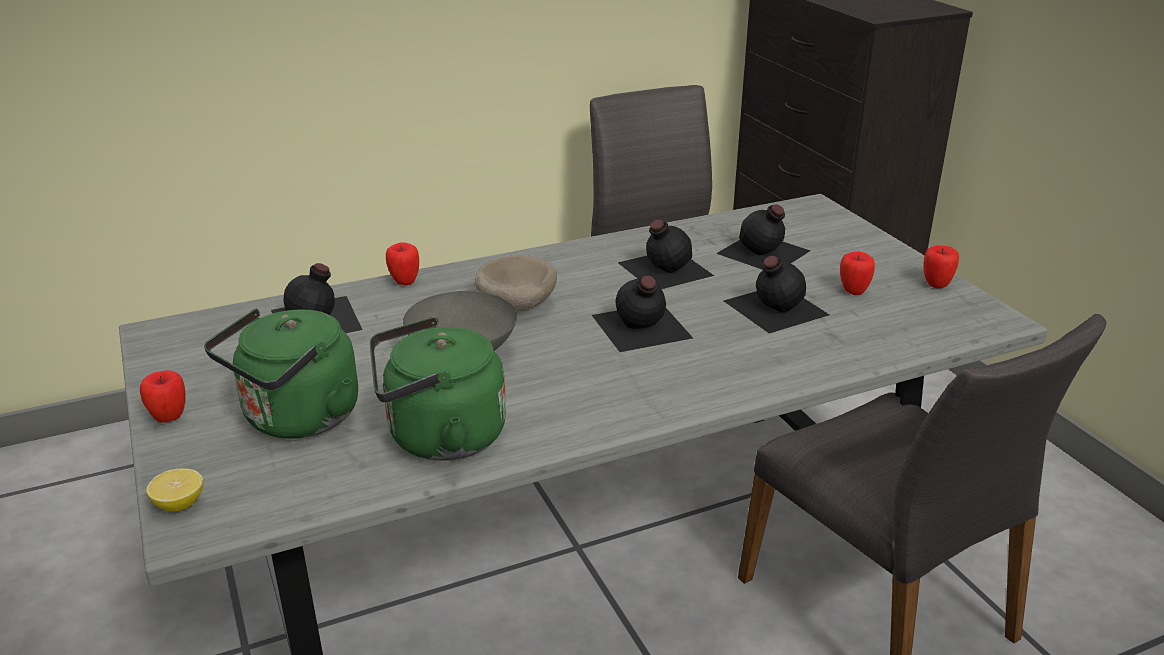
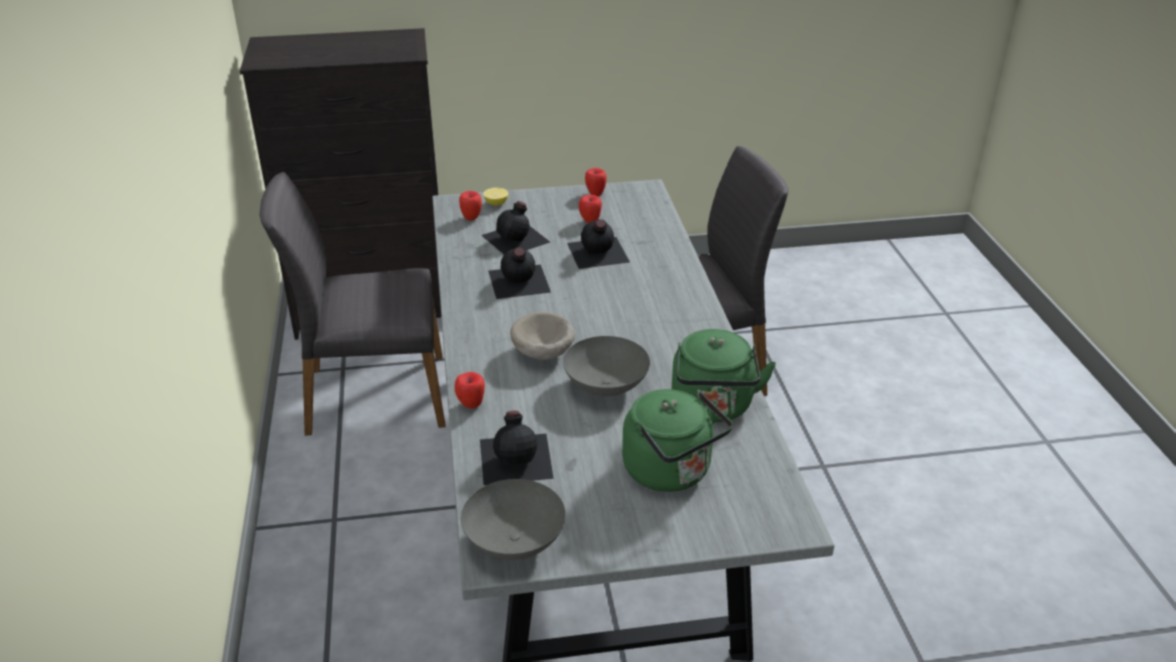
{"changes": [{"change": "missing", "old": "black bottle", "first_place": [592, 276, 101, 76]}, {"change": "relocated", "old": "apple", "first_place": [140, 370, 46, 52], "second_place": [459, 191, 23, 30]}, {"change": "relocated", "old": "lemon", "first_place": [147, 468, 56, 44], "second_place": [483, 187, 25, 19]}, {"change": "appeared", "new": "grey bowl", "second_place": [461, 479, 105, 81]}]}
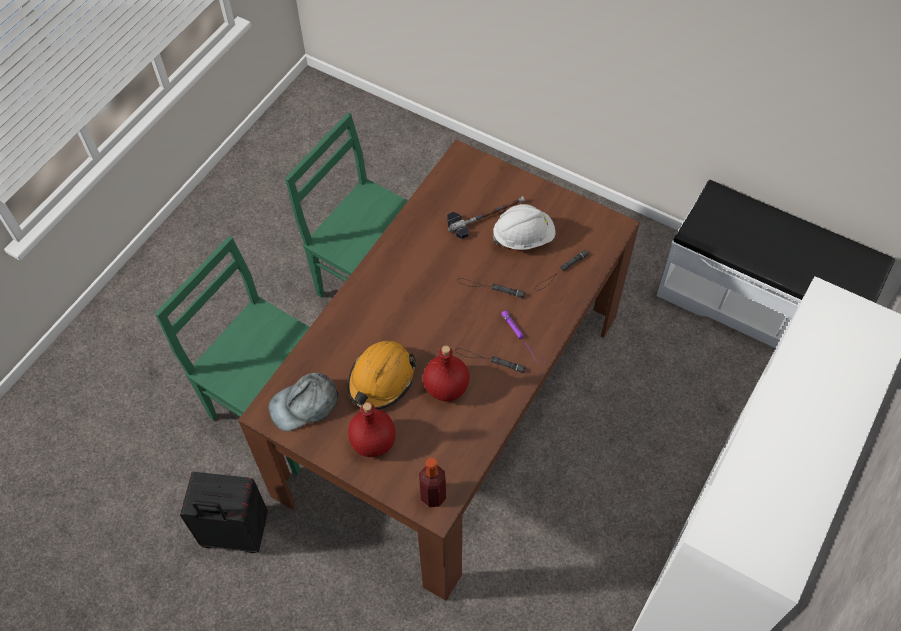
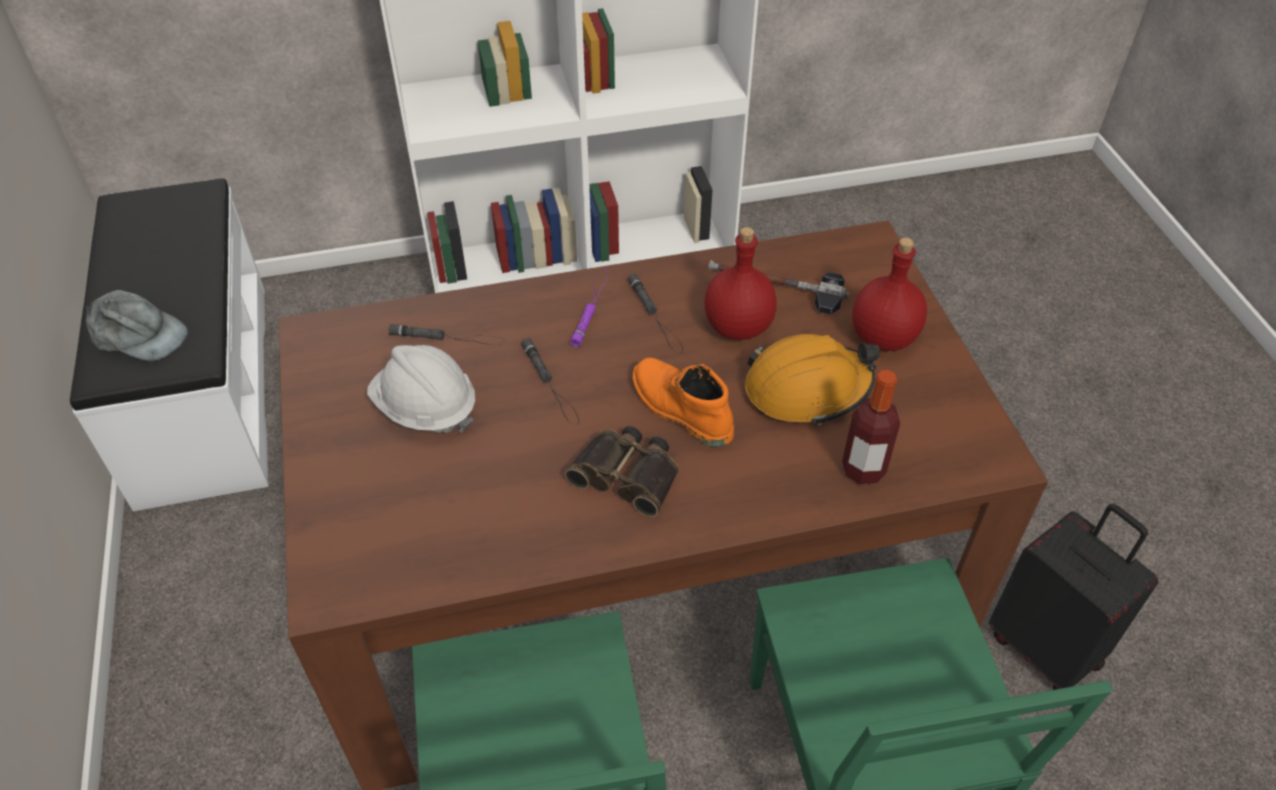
{"changes": [{"change": "relocated", "old": "hammer", "first_place": [447, 196, 78, 43], "second_place": [708, 260, 141, 55]}, {"change": "relocated", "old": "grey cap", "first_place": [269, 373, 70, 58], "second_place": [86, 290, 102, 71]}, {"change": "relocated", "old": "bottle", "first_place": [419, 458, 27, 49], "second_place": [842, 370, 58, 115]}, {"change": "appeared", "new": "orange boot", "second_place": [633, 358, 101, 89]}, {"change": "appeared", "new": "binoculars", "second_place": [565, 426, 114, 91]}]}
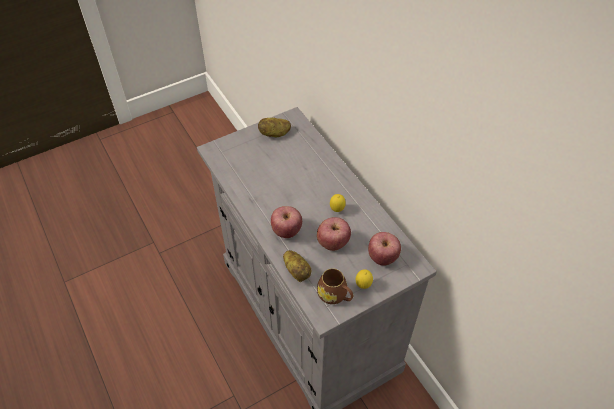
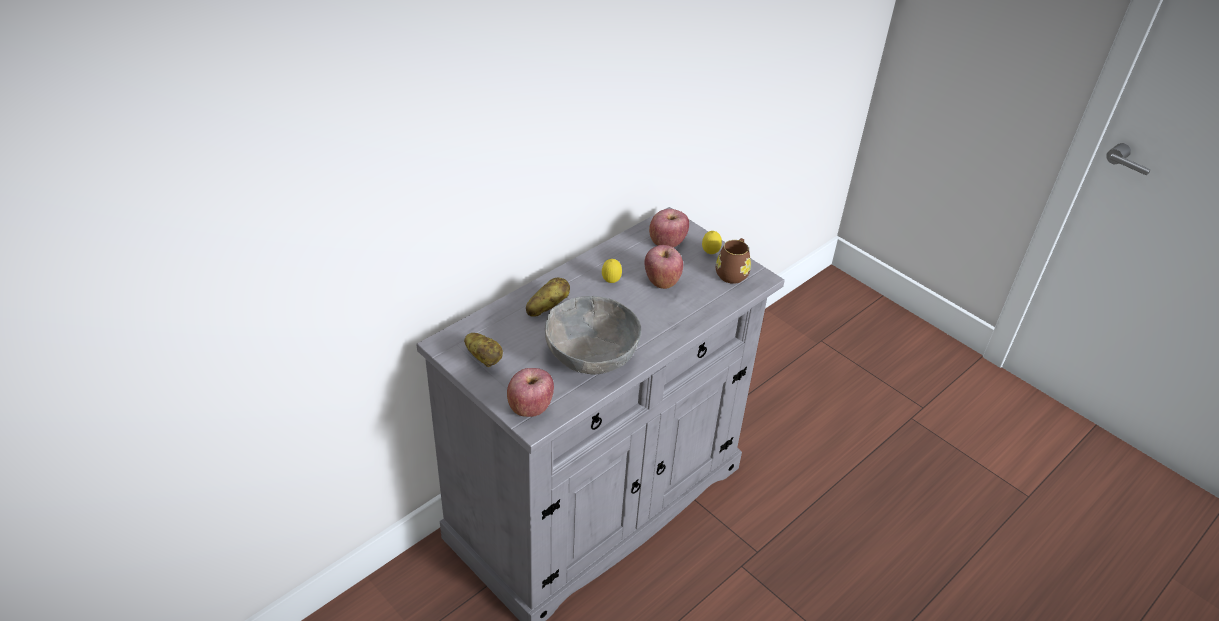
{"changes": [{"change": "relocated", "old": "apple", "first_place": [271, 206, 31, 32], "second_place": [507, 368, 47, 49]}, {"change": "relocated", "old": "potato", "first_place": [283, 250, 28, 32], "second_place": [526, 278, 44, 39]}, {"change": "appeared", "new": "grey bowl", "second_place": [545, 296, 96, 79]}]}
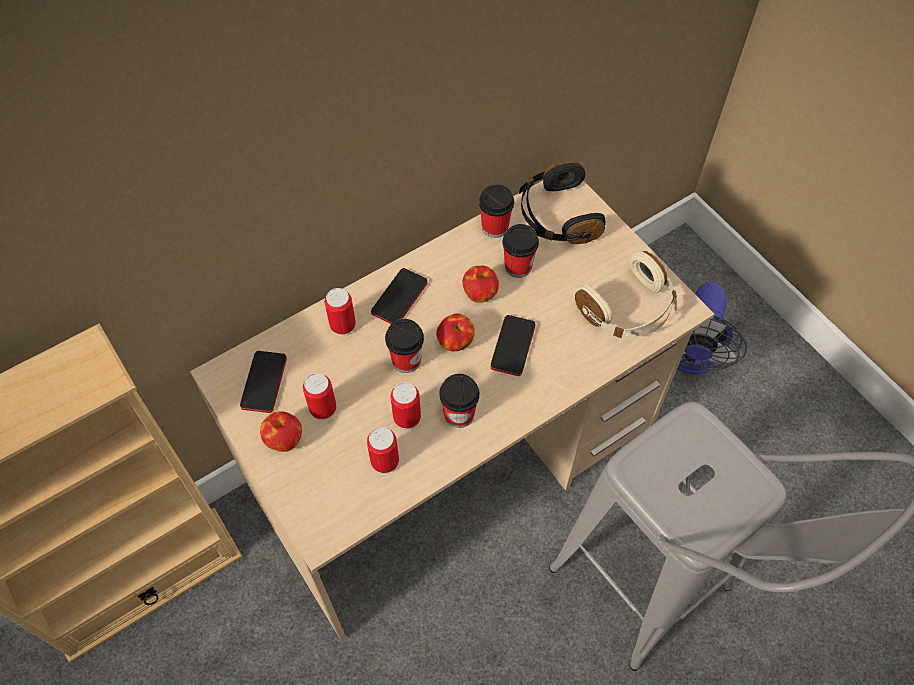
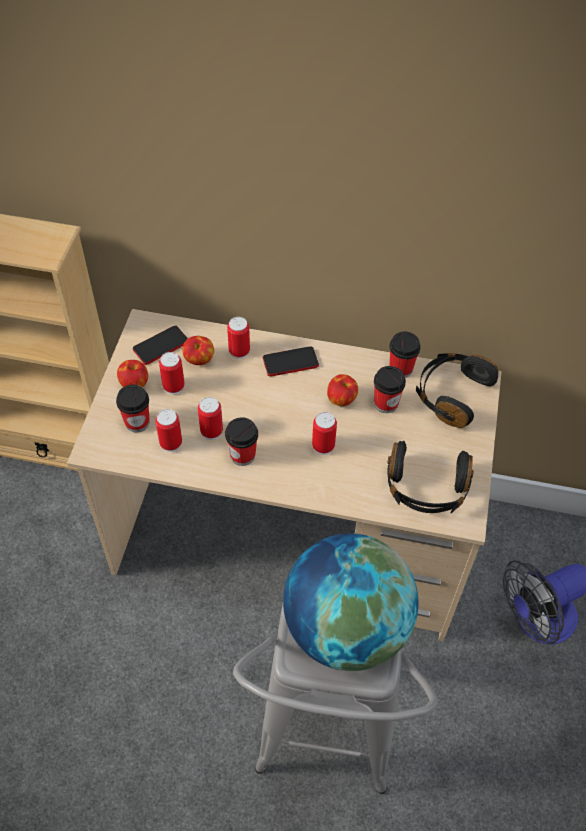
{"changes": [{"change": "colour", "old": "beige headphones", "new": "black headphones", "first_place": [575, 251, 103, 89], "second_place": [387, 441, 87, 73]}, {"change": "relocated", "old": "apple", "first_place": [436, 314, 39, 37], "second_place": [182, 336, 32, 29]}, {"change": "exchanged", "old": "phone", "new": "can", "first_place": [490, 315, 45, 61], "second_place": [312, 412, 25, 43]}, {"change": "relocated", "old": "cup", "first_place": [385, 319, 39, 54], "second_place": [116, 384, 33, 48]}, {"change": "appeared", "new": "globe", "second_place": [283, 533, 135, 138]}]}
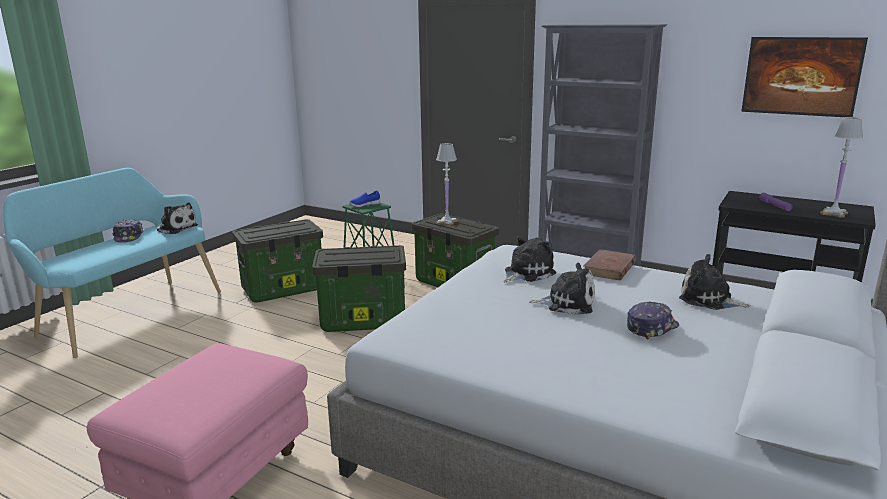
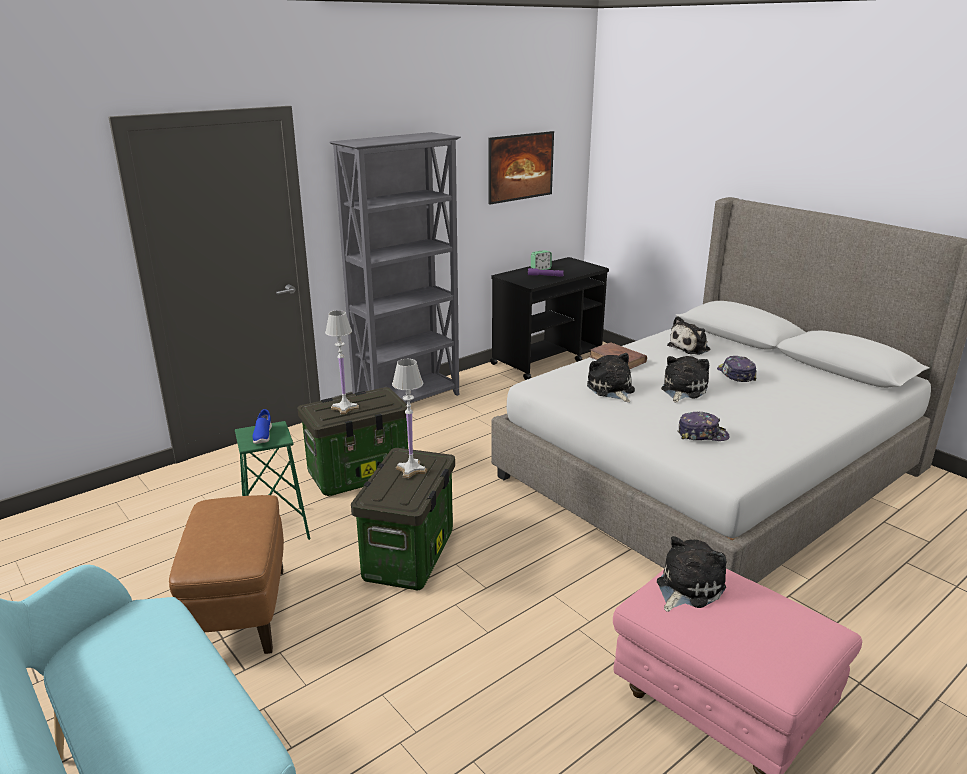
{"changes": [{"change": "relocated", "old": "white table lamp", "first_place": [820, 117, 44, 101], "second_place": [392, 359, 36, 119]}, {"change": "relocated", "old": "plush toy", "first_place": [155, 202, 43, 32], "second_place": [657, 536, 69, 76]}, {"change": "relocated", "old": "cap", "first_place": [112, 219, 32, 23], "second_place": [677, 412, 53, 29]}, {"change": "exchanged", "old": "storage box", "new": "brown ottoman", "first_place": [232, 219, 91, 84], "second_place": [169, 495, 115, 159]}, {"change": "appeared", "new": "alarm clock", "second_place": [531, 250, 21, 20]}]}
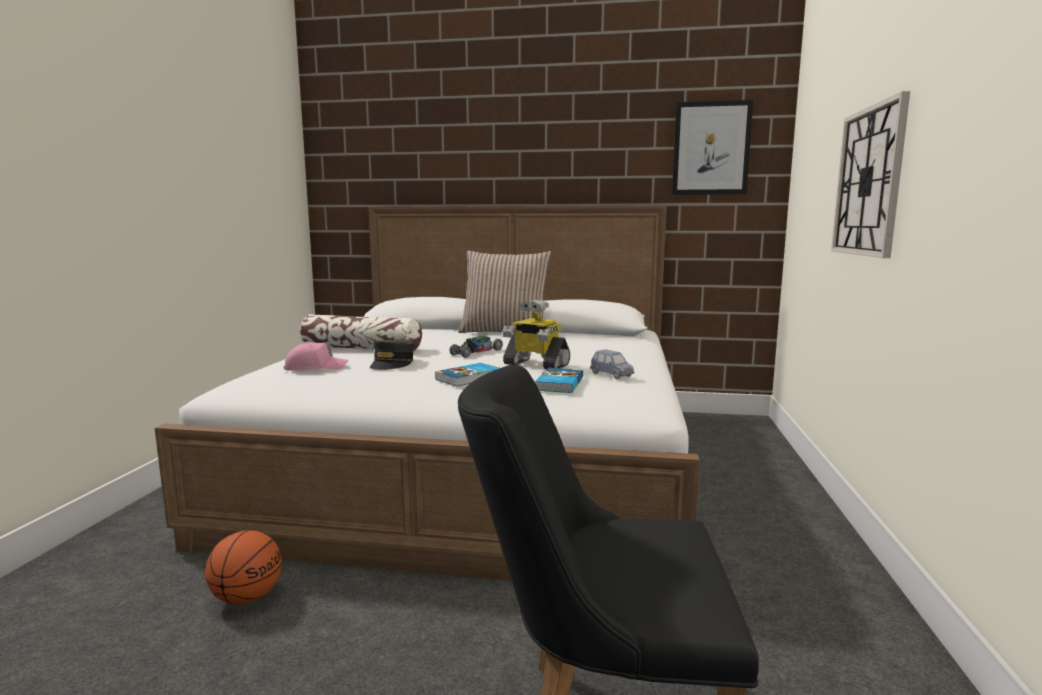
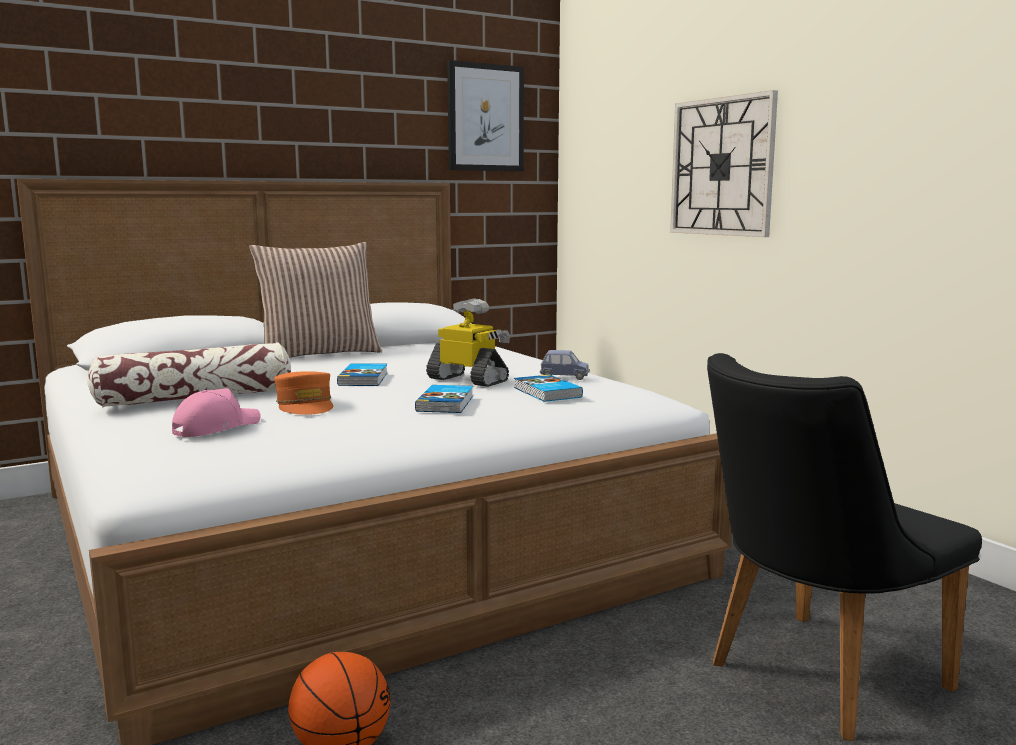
{"changes": [{"change": "spun", "old": "toy robot", "first_place": [502, 300, 68, 69], "second_place": [426, 298, 84, 89], "degrees": -135}, {"change": "exchanged", "old": "toy car", "new": "book", "first_place": [450, 336, 53, 22], "second_place": [337, 364, 51, 22]}, {"change": "colour", "old": "grey cap", "new": "orange cap", "first_place": [370, 339, 45, 31], "second_place": [274, 371, 59, 44]}]}
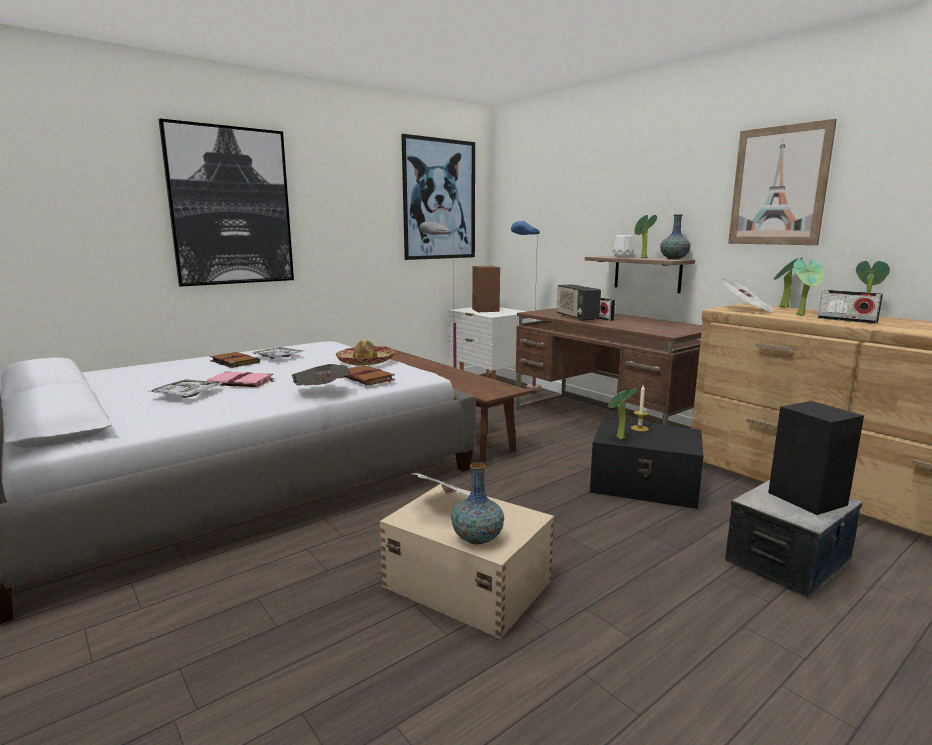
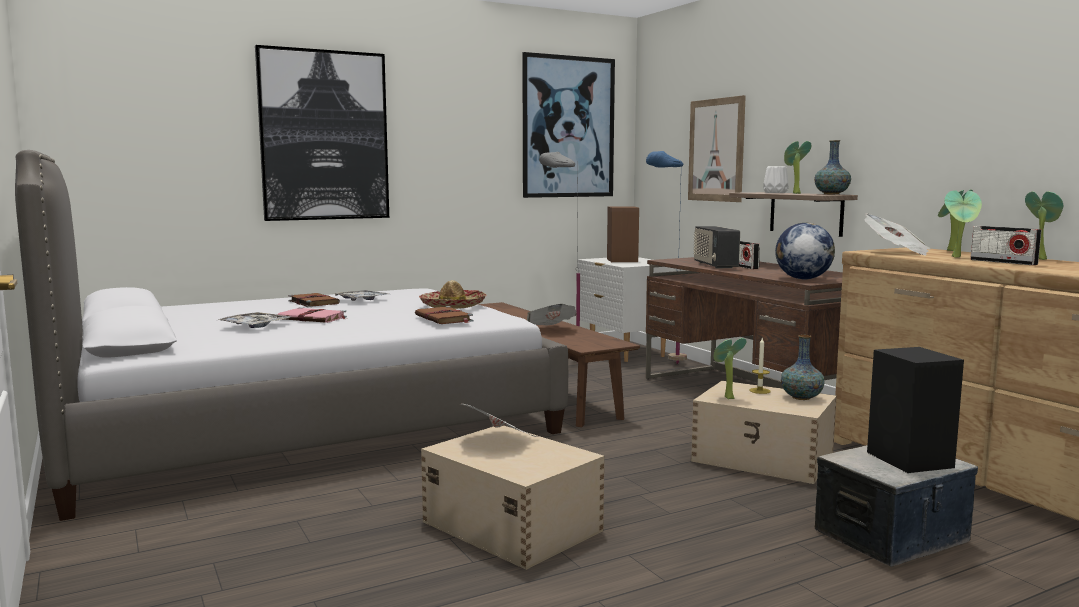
{"changes": [{"change": "relocated", "old": "picture", "first_place": [728, 119, 109, 126], "second_place": [688, 95, 58, 107]}, {"change": "relocated", "old": "newspaper", "first_place": [291, 364, 60, 22], "second_place": [527, 304, 50, 21]}, {"change": "colour", "old": "black storage box", "new": "beige storage box", "first_place": [590, 419, 114, 90], "second_place": [691, 381, 146, 103]}, {"change": "relocated", "old": "vase", "first_place": [451, 462, 53, 83], "second_place": [781, 335, 44, 65]}, {"change": "appeared", "new": "globe", "second_place": [775, 223, 60, 56]}]}
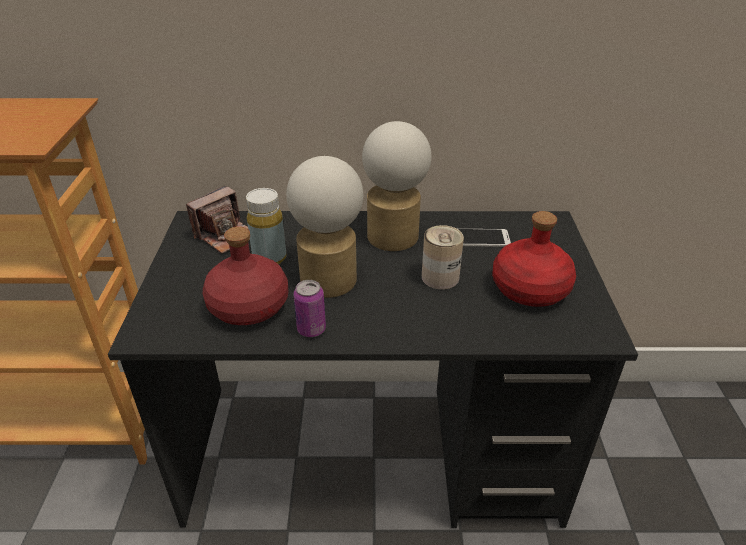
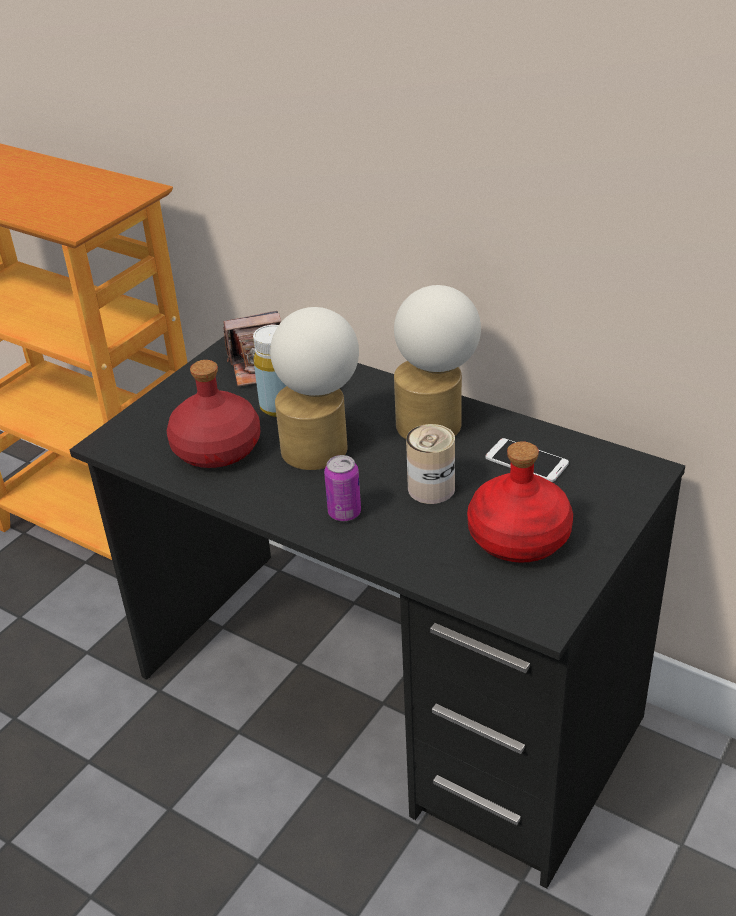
{"changes": [{"change": "relocated", "old": "can", "first_place": [293, 280, 33, 57], "second_place": [324, 455, 37, 66]}]}
